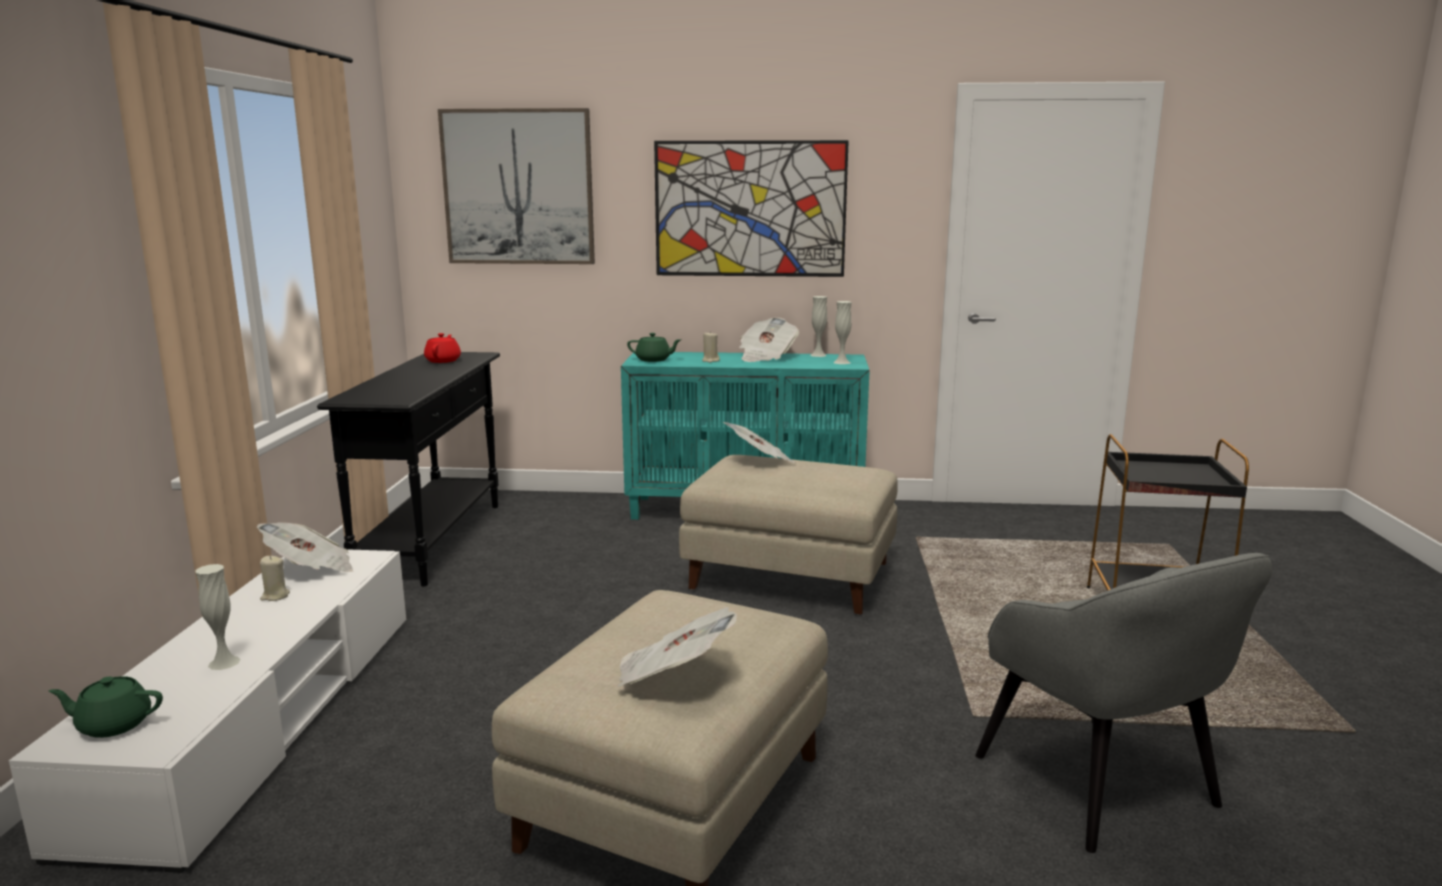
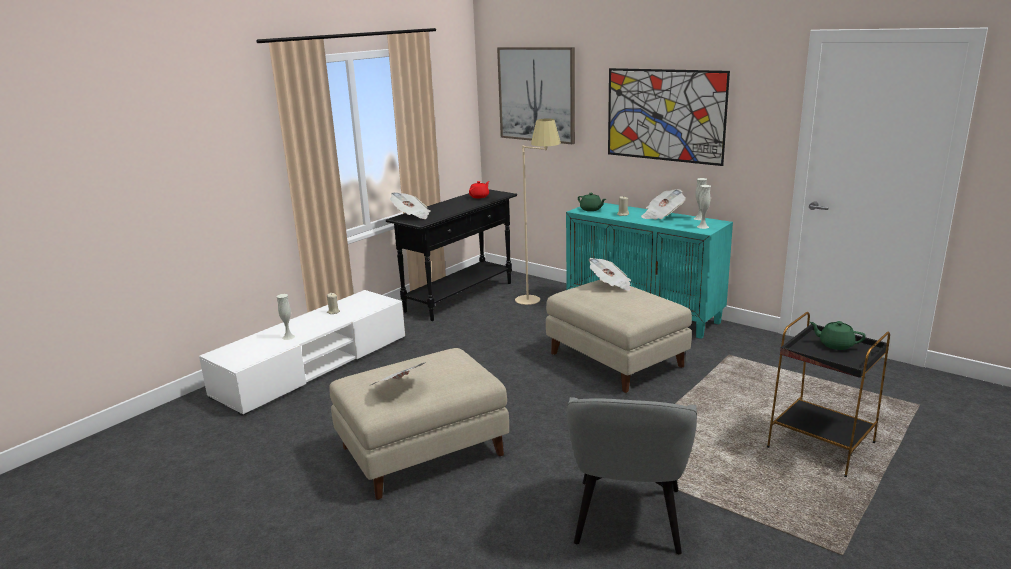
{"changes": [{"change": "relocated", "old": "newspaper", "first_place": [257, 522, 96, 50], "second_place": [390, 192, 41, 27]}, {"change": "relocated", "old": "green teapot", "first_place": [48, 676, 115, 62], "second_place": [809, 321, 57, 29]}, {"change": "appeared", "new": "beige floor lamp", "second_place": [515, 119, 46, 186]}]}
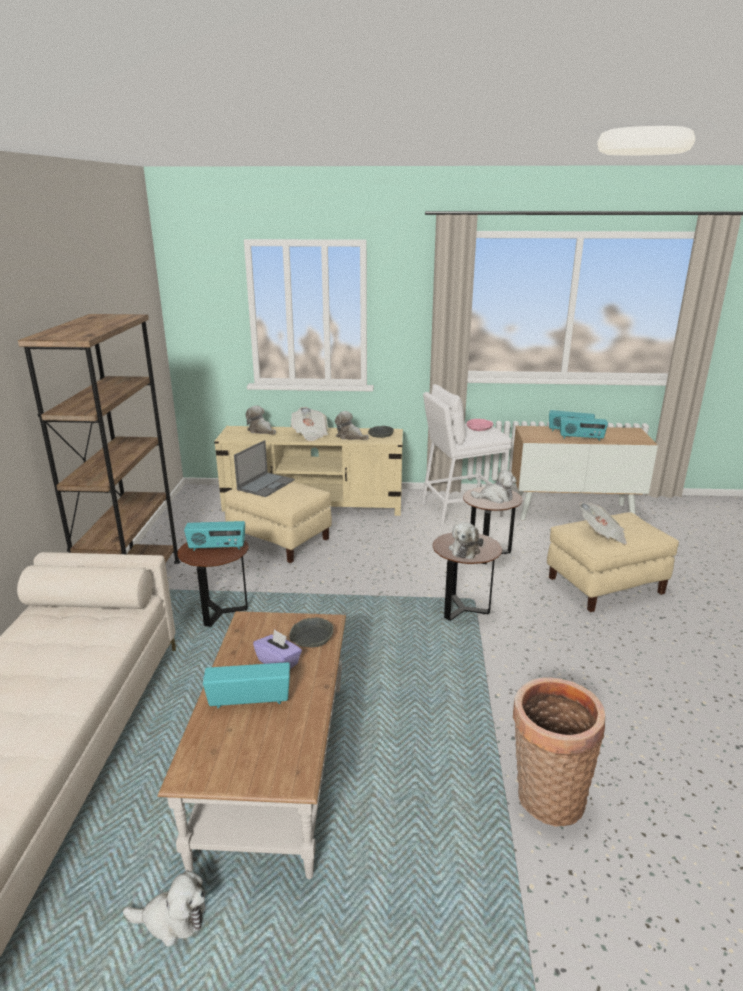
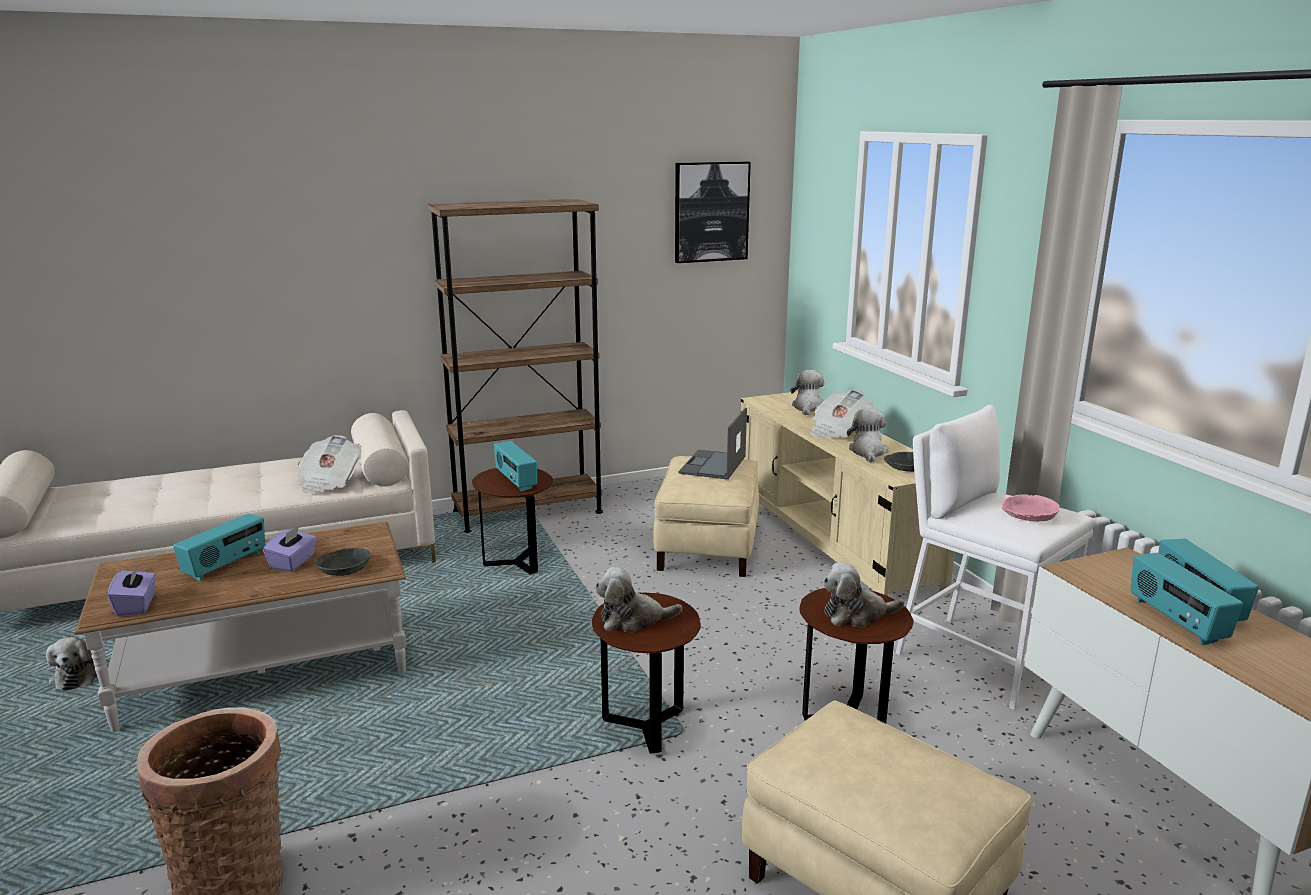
{"changes": [{"change": "spun", "old": "laptop", "first_place": [234, 440, 61, 57], "second_place": [679, 408, 68, 72], "degrees": 105}, {"change": "spun", "old": "plush toy", "first_place": [471, 470, 46, 33], "second_place": [823, 563, 82, 65], "degrees": 105}, {"change": "relocated", "old": "newspaper", "first_place": [579, 502, 48, 42], "second_place": [298, 435, 64, 58]}, {"change": "spun", "old": "radio", "first_place": [203, 662, 87, 46], "second_place": [173, 514, 92, 67], "degrees": 60}, {"change": "appeared", "new": "picture", "second_place": [675, 161, 76, 102]}, {"change": "appeared", "new": "purple tissue box", "second_place": [107, 563, 49, 54]}]}
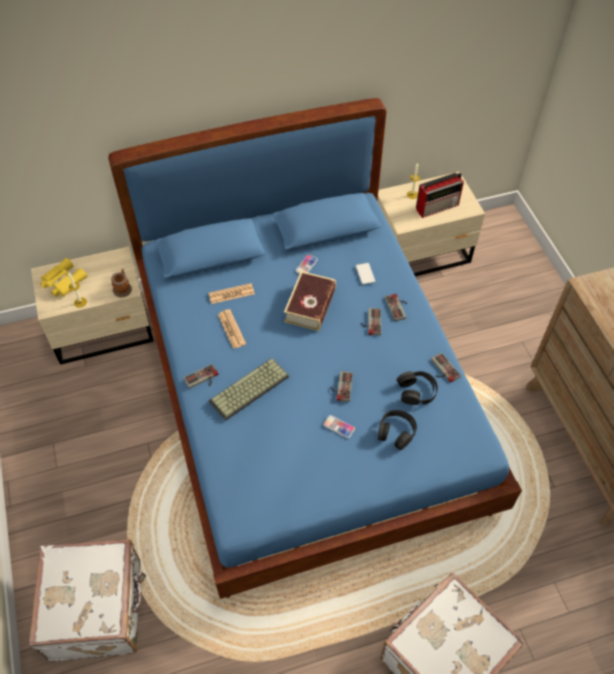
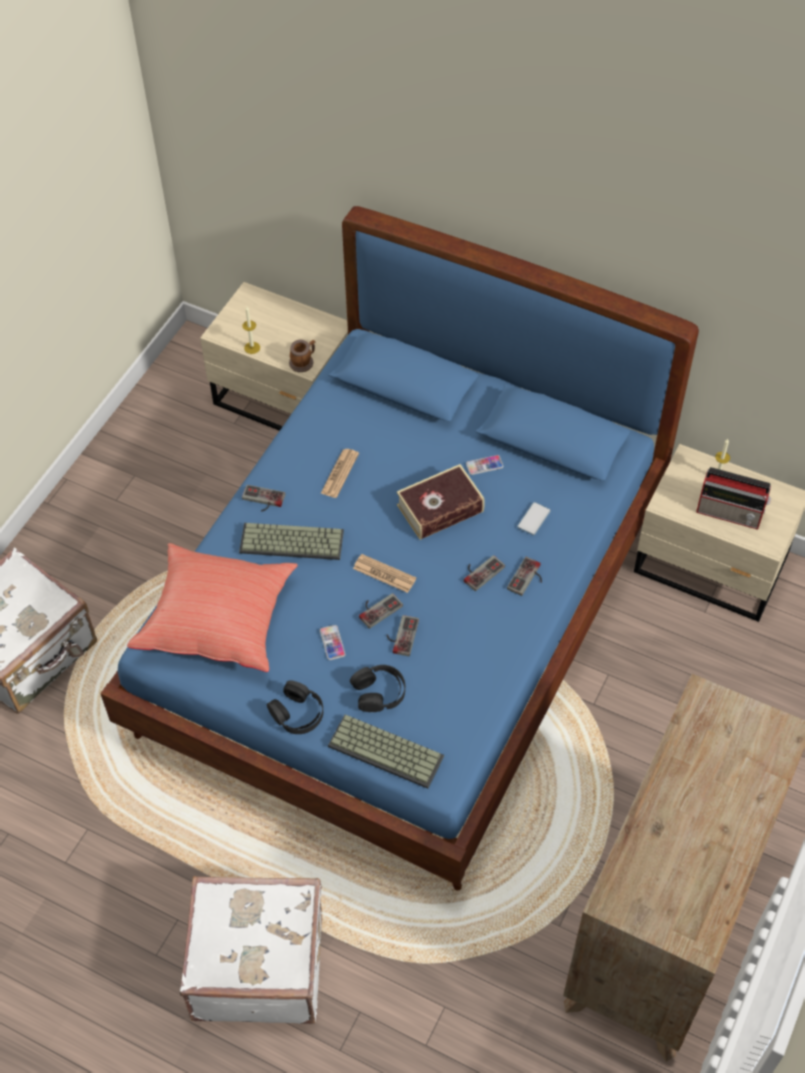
{"changes": [{"change": "missing", "old": "yellow binoculars", "first_place": [40, 258, 47, 39]}, {"change": "relocated", "old": "newspaper", "first_place": [209, 283, 46, 21], "second_place": [353, 554, 63, 39]}, {"change": "relocated", "old": "game controller", "first_place": [431, 353, 30, 30], "second_place": [387, 615, 32, 41]}, {"change": "relocated", "old": "black headphones", "first_place": [397, 371, 41, 34], "second_place": [267, 680, 56, 54]}, {"change": "appeared", "new": "red pillow", "second_place": [127, 543, 171, 129]}, {"change": "appeared", "new": "keyboard", "second_place": [328, 714, 116, 75]}]}
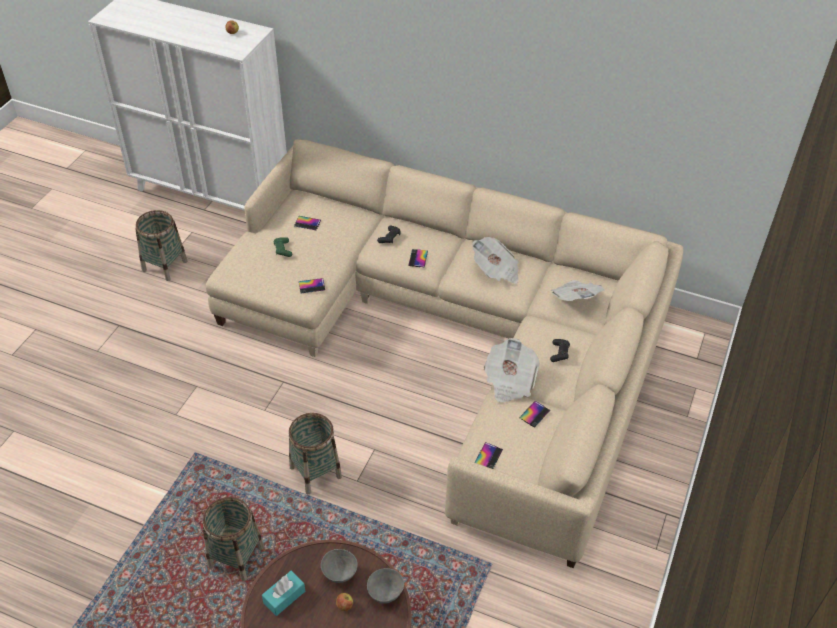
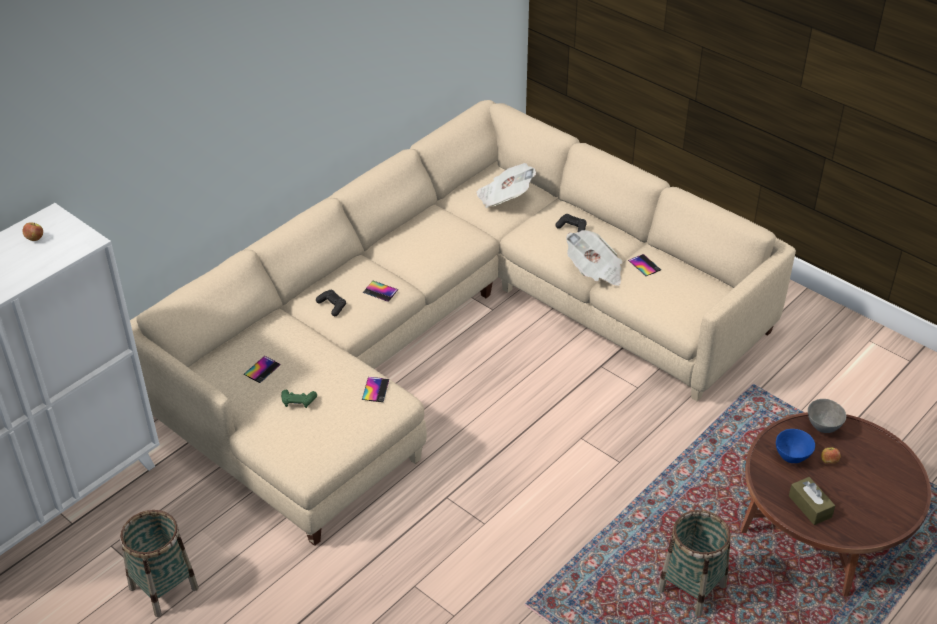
{"changes": [{"change": "missing", "old": "newspaper", "first_place": [472, 237, 47, 47]}, {"change": "missing", "old": "basket", "first_place": [288, 413, 54, 82]}, {"change": "missing", "old": "phone", "first_place": [474, 442, 29, 27]}, {"change": "colour", "old": "grey bowl", "new": "blue bowl", "first_place": [321, 549, 37, 34], "second_place": [776, 429, 39, 34]}, {"change": "colour", "old": "turquoise tissue box", "new": "brown tissue box", "first_place": [262, 571, 43, 45], "second_place": [789, 477, 46, 48]}]}
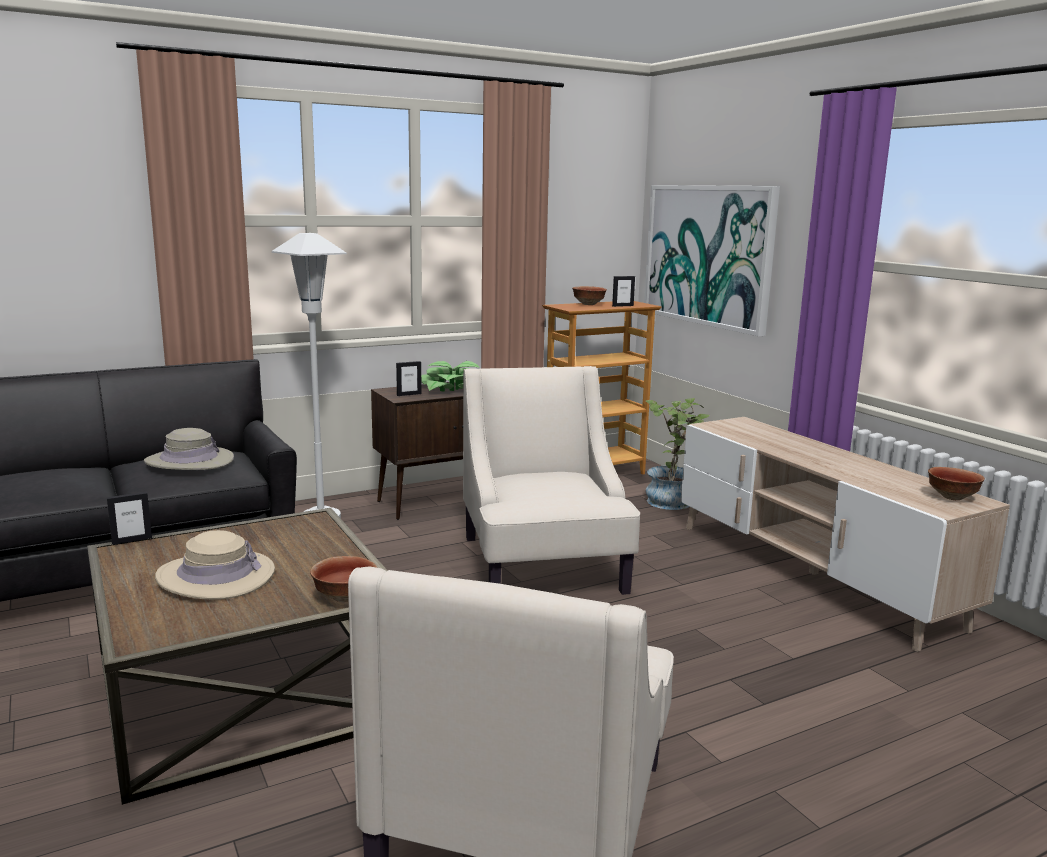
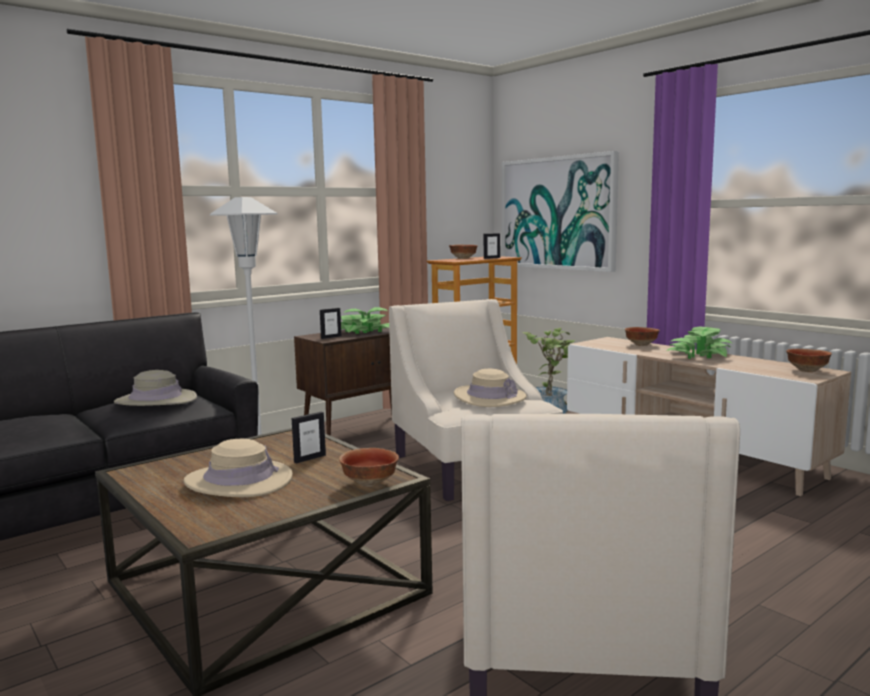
{"changes": [{"change": "relocated", "old": "picture frame", "first_place": [107, 492, 45, 53], "second_place": [292, 412, 34, 51]}, {"change": "appeared", "new": "bowl", "second_place": [625, 327, 35, 19]}, {"change": "appeared", "new": "potted plant", "second_place": [666, 327, 66, 32]}, {"change": "appeared", "new": "beige hat", "second_place": [454, 369, 72, 38]}]}
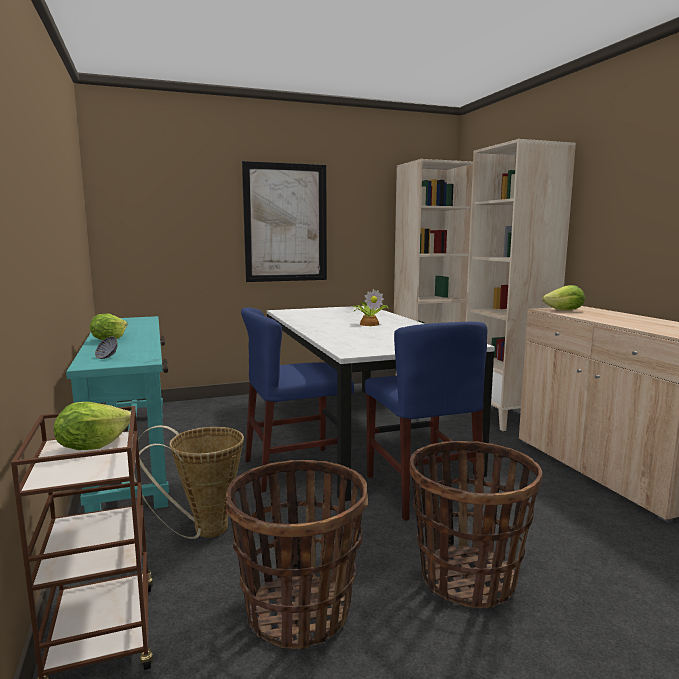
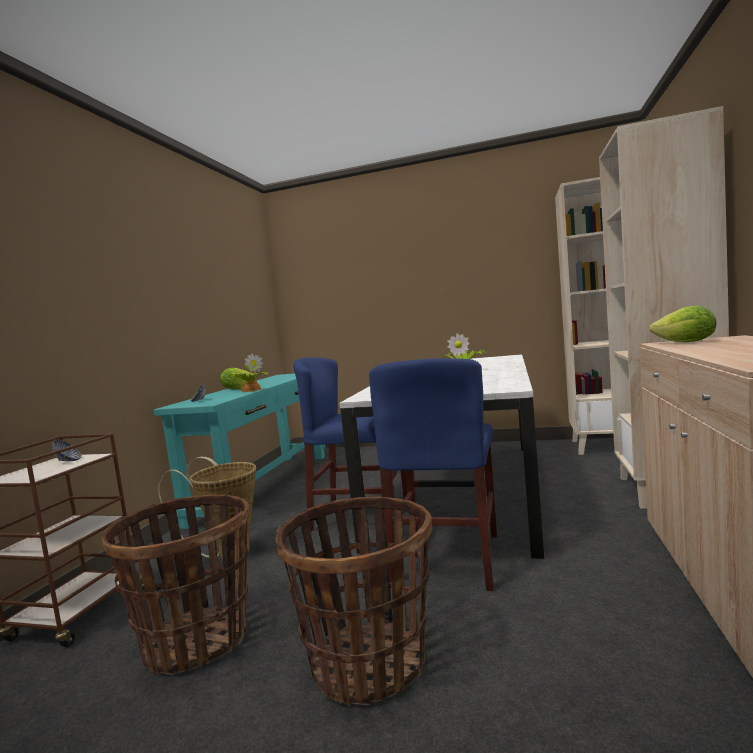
{"changes": [{"change": "missing", "old": "picture", "first_place": [242, 161, 85, 121]}, {"change": "exchanged", "old": "lettuce", "new": "bowl", "first_place": [54, 402, 77, 48], "second_place": [52, 440, 30, 21]}, {"change": "appeared", "new": "potted plant", "second_place": [228, 353, 40, 39]}]}
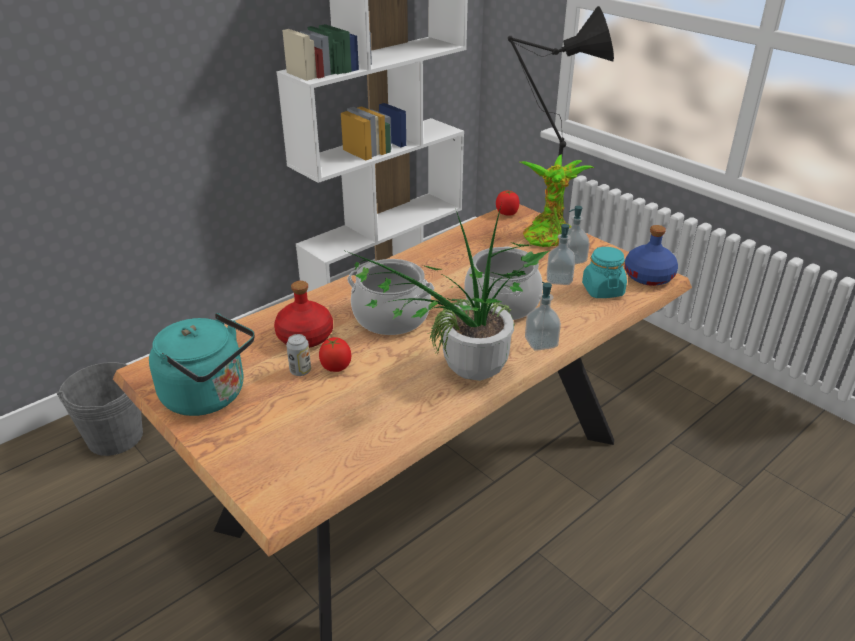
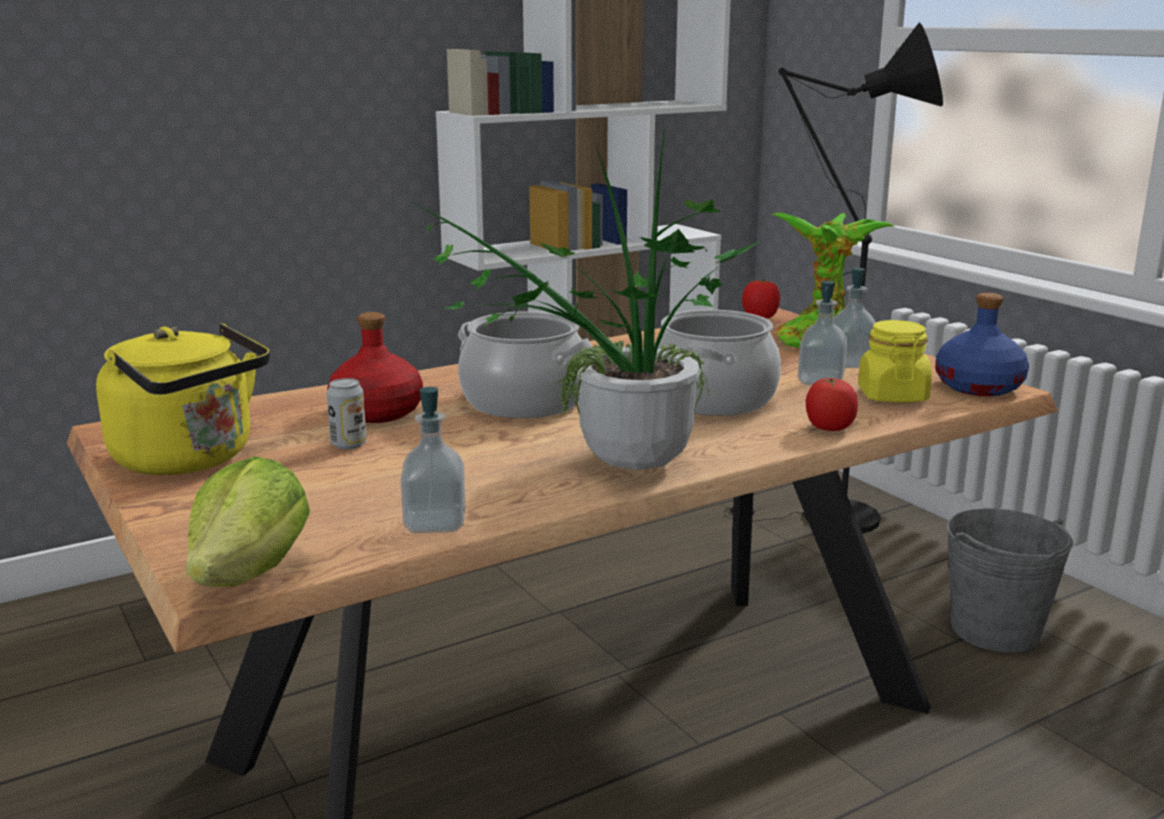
{"changes": [{"change": "colour", "old": "turquoise jar", "new": "yellow jar", "first_place": [582, 247, 45, 51], "second_place": [858, 320, 74, 82]}, {"change": "relocated", "old": "soap dispenser", "first_place": [525, 282, 36, 69], "second_place": [401, 387, 65, 146]}, {"change": "colour", "old": "turquoise kettle", "new": "yellow kettle", "first_place": [149, 313, 106, 103], "second_place": [96, 323, 174, 152]}, {"change": "relocated", "old": "tomato", "first_place": [319, 337, 32, 35], "second_place": [806, 378, 52, 53]}, {"change": "relocated", "old": "grey bucket", "first_place": [57, 362, 86, 94], "second_place": [946, 508, 127, 145]}, {"change": "appeared", "new": "lettuce", "second_place": [186, 456, 124, 131]}]}
